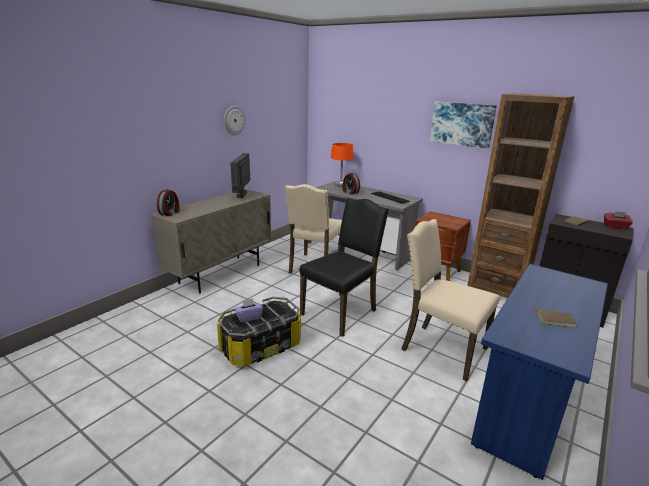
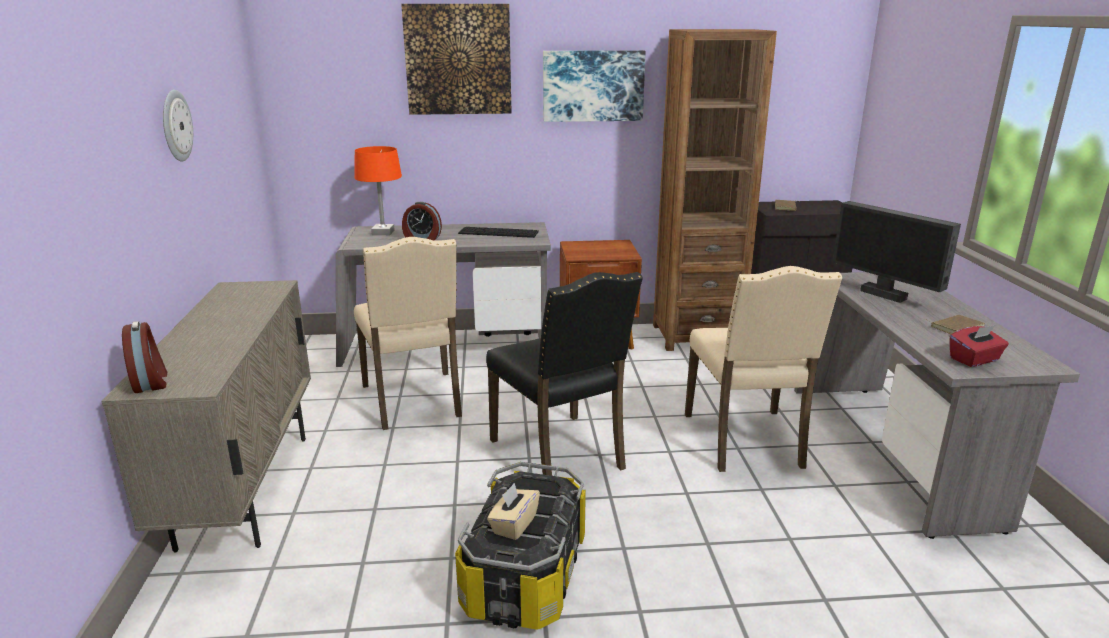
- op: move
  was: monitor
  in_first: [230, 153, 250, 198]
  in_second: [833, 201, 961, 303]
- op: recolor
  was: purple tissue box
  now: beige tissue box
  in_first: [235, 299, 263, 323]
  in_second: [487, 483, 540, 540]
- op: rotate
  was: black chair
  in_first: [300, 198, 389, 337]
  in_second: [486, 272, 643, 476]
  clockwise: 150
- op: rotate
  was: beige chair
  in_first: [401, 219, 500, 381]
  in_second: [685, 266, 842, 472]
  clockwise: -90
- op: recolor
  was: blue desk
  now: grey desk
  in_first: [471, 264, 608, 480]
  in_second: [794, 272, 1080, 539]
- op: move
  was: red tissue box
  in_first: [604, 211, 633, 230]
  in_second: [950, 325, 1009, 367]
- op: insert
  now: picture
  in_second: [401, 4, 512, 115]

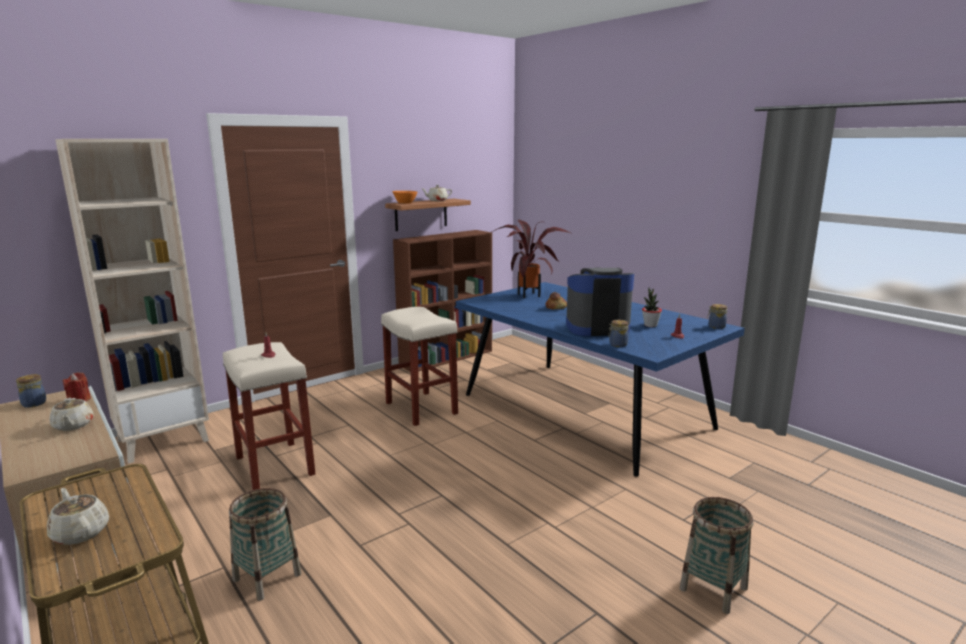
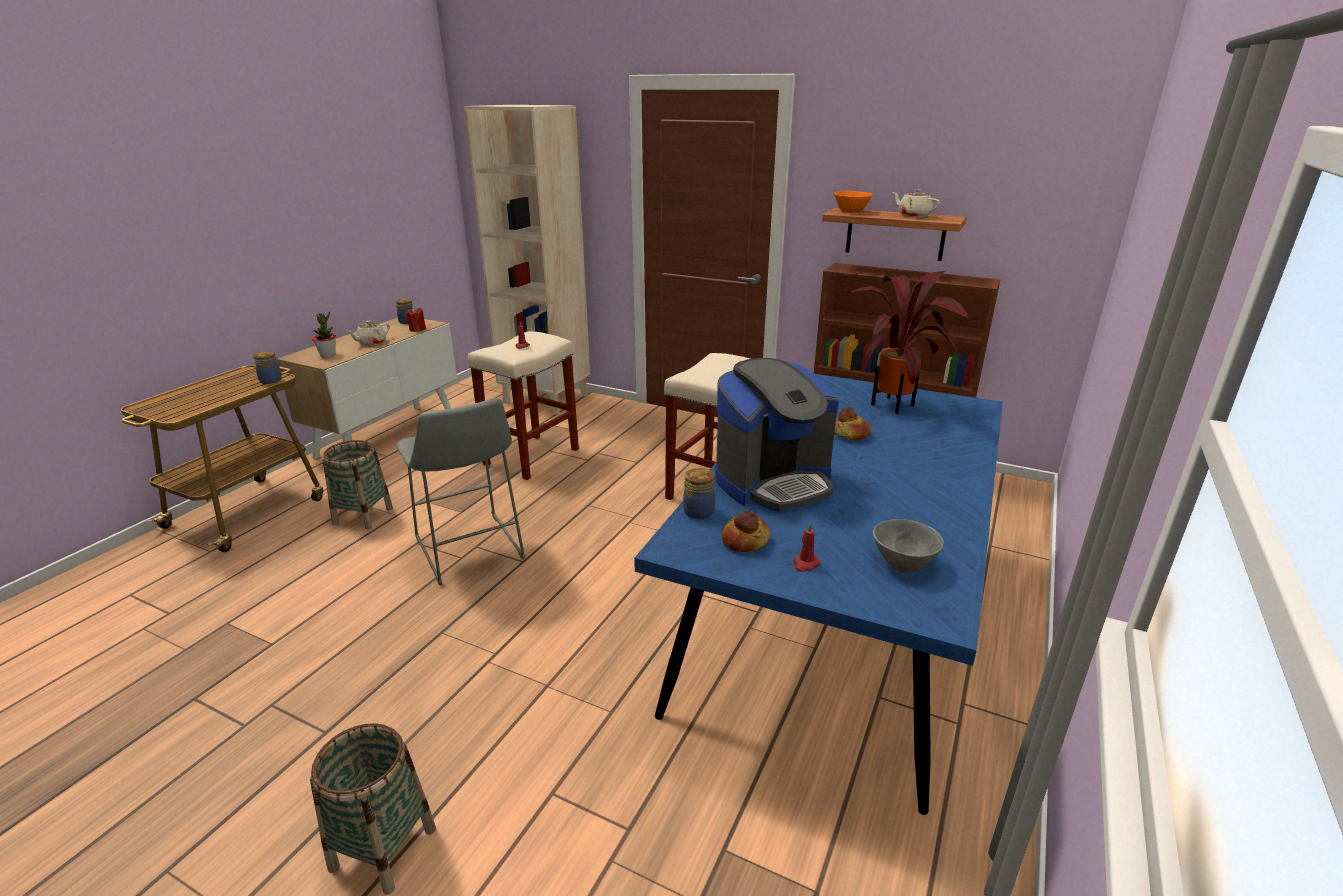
- op: delete
  was: beige teapot
  in_first: [47, 488, 109, 545]
- op: rotate
  was: coffee machine
  in_first: [566, 267, 634, 336]
  in_second: [715, 358, 839, 512]
  clockwise: 90
- op: move
  was: potted plant
  in_first: [642, 288, 662, 327]
  in_second: [312, 312, 336, 357]
- op: move
  was: jar
  in_first: [707, 304, 727, 329]
  in_second: [253, 351, 282, 384]
- op: insert
  now: grey stool
  in_second: [396, 398, 525, 585]
- op: insert
  now: bread
  in_second: [722, 510, 771, 552]
- op: insert
  now: grey bowl
  in_second: [873, 519, 944, 573]

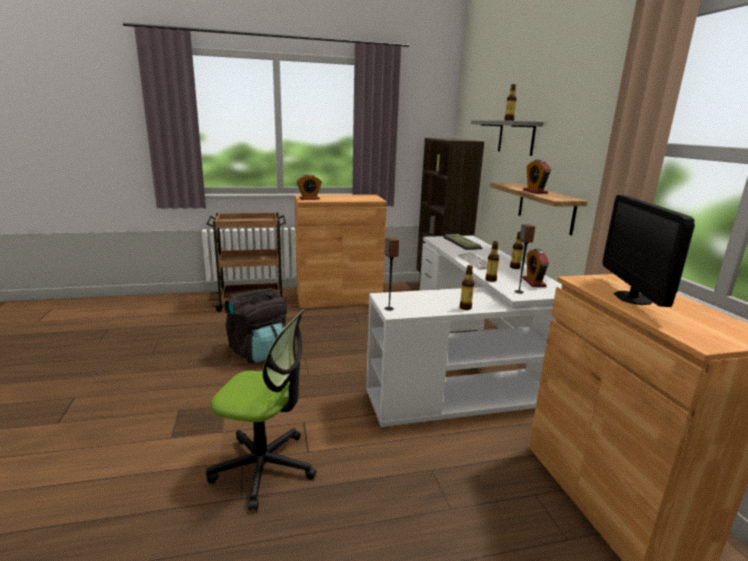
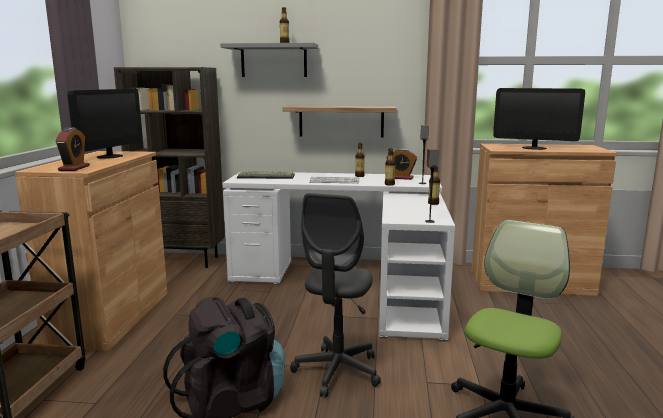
- op: delete
  was: alarm clock
  in_first: [523, 159, 551, 194]
- op: insert
  now: monitor
  in_second: [68, 89, 142, 159]
- op: insert
  now: grey office chair
  in_second: [290, 193, 381, 398]

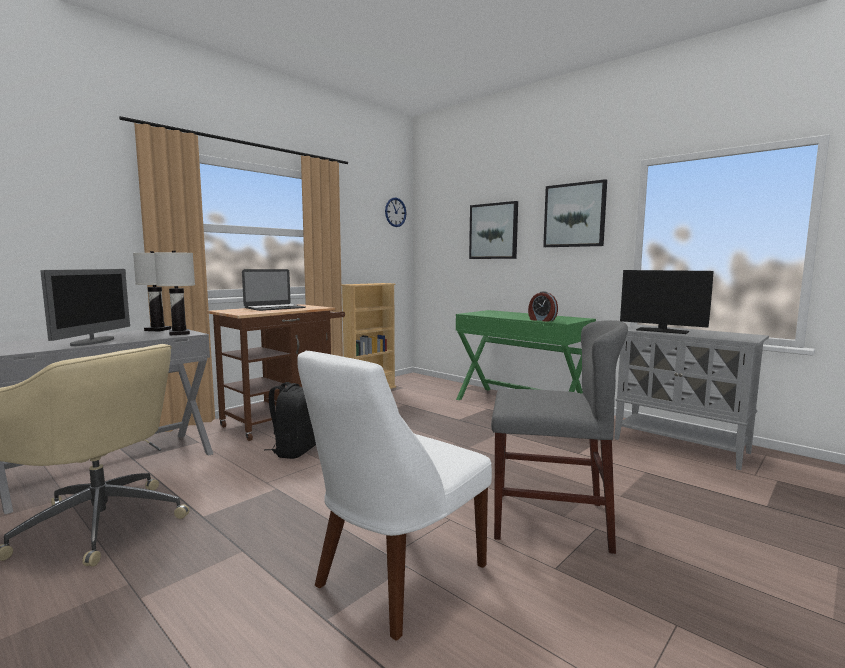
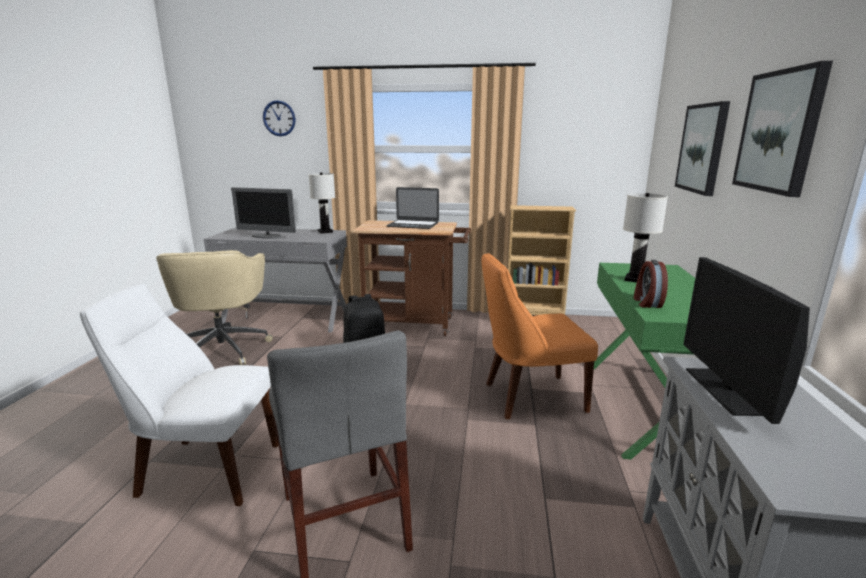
- op: rotate
  was: monitor
  in_first: [41, 269, 130, 346]
  in_second: [231, 187, 296, 238]
  clockwise: 45
- op: move
  was: white table lamp
  in_first: [154, 251, 195, 335]
  in_second: [623, 193, 668, 282]
- op: move
  was: wall clock
  in_first: [385, 198, 407, 227]
  in_second: [263, 100, 296, 136]
- op: insert
  now: orange chair
  in_second: [482, 253, 598, 419]

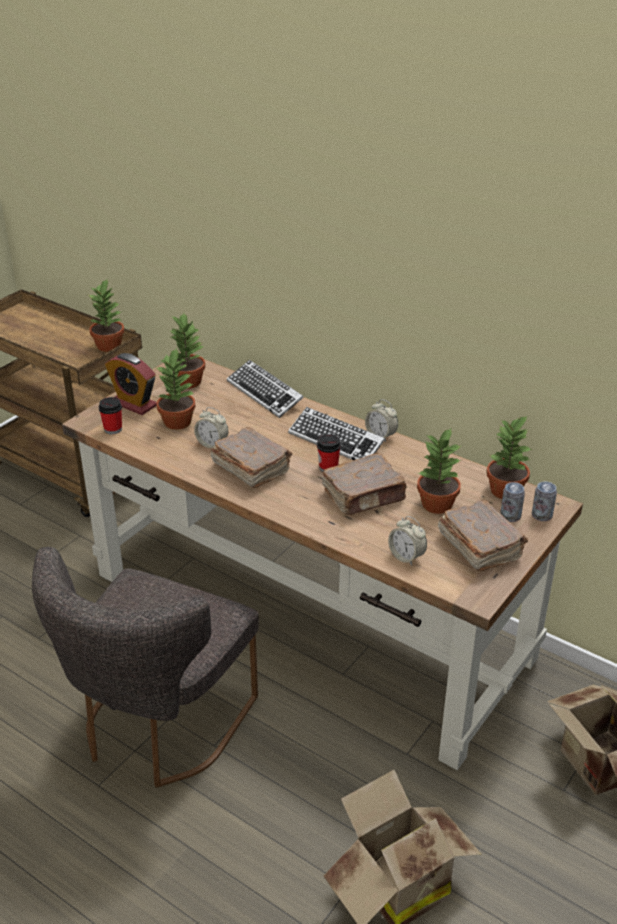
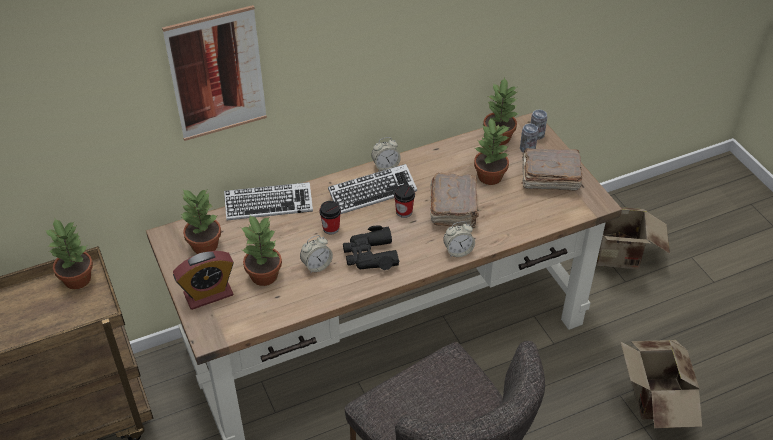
- op: move
  was: cup
  in_first: [99, 397, 122, 434]
  in_second: [319, 201, 341, 234]
- op: replace
  was: brown book
  now: black binoculars
  in_first: [211, 427, 292, 488]
  in_second: [343, 225, 399, 270]
- op: move
  was: alarm clock
  in_first: [388, 516, 427, 566]
  in_second: [443, 221, 475, 257]
- op: insert
  now: picture
  in_second: [162, 5, 267, 141]

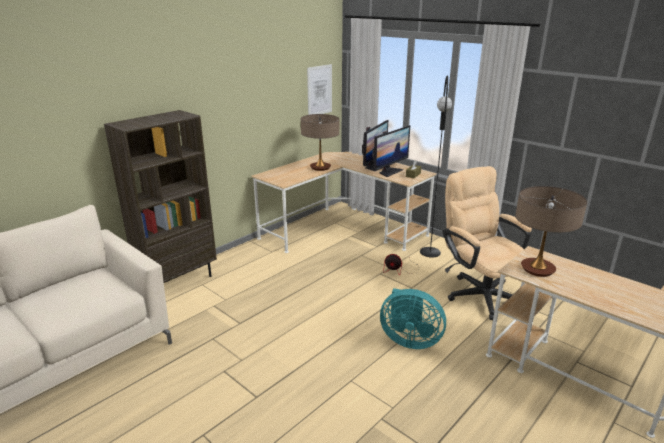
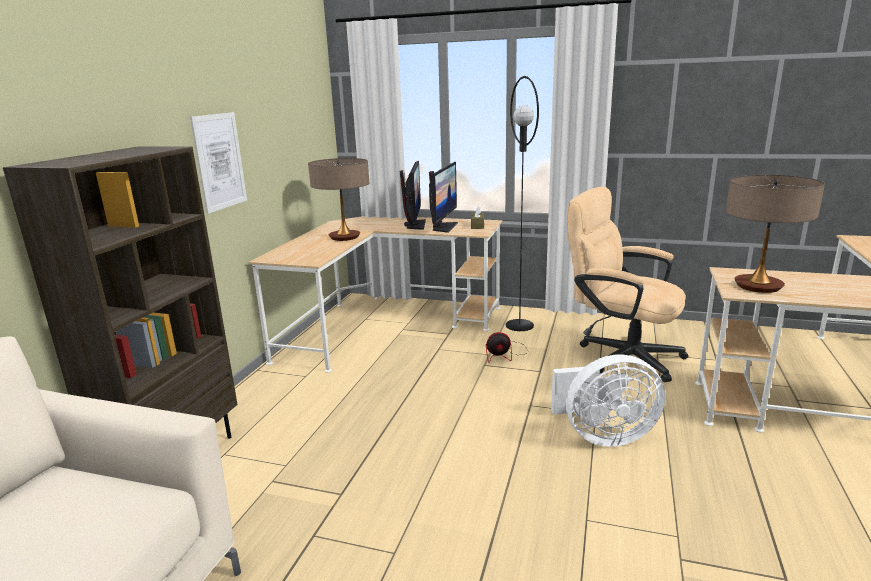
- op: move
  was: picture
  in_first: [307, 64, 332, 115]
  in_second: [190, 112, 247, 214]
- op: recolor
  was: turquoise fan
  now: white fan
  in_first: [380, 288, 446, 349]
  in_second: [551, 355, 665, 447]

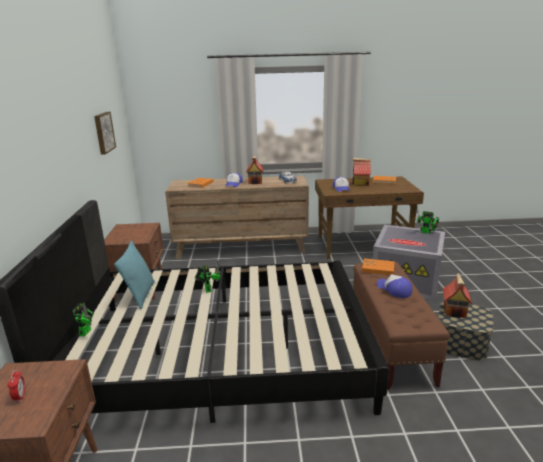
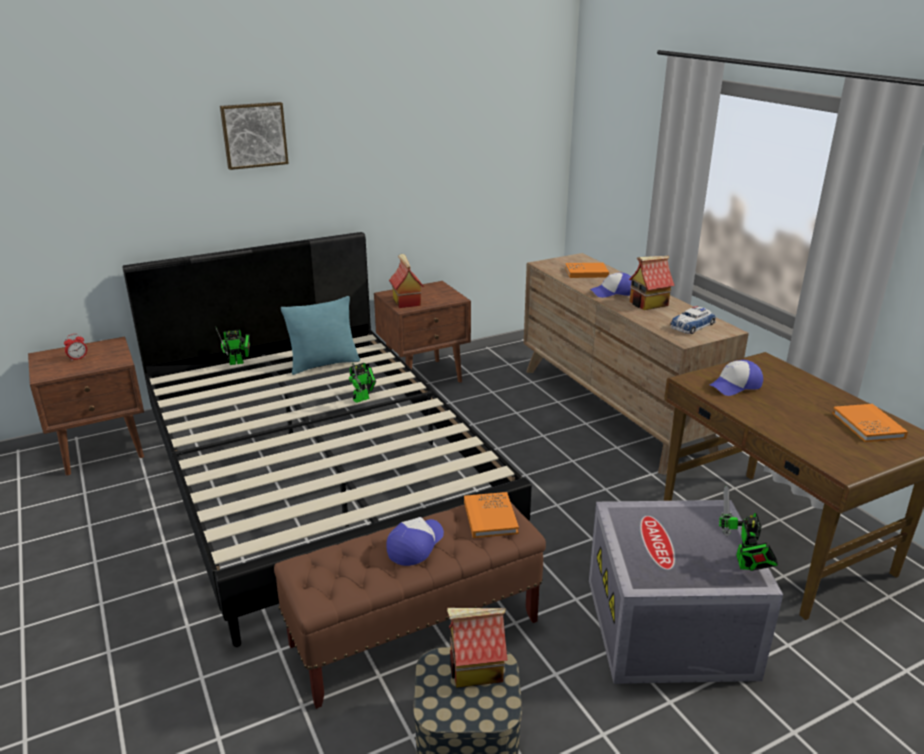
- op: move
  was: picture
  in_first: [94, 112, 116, 155]
  in_second: [220, 102, 289, 170]
- op: move
  was: toy house
  in_first: [352, 158, 372, 186]
  in_second: [389, 254, 424, 308]

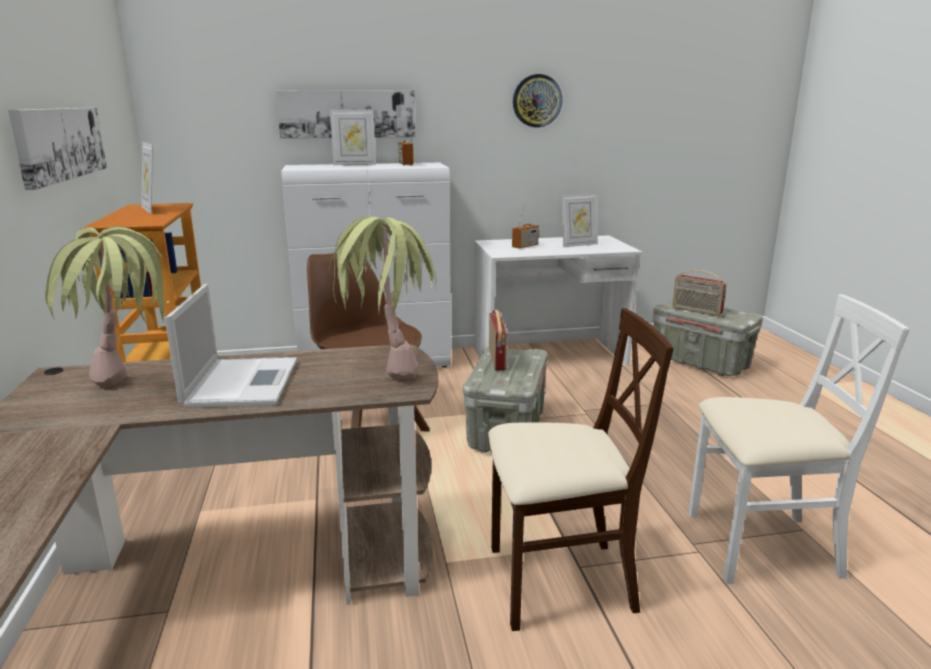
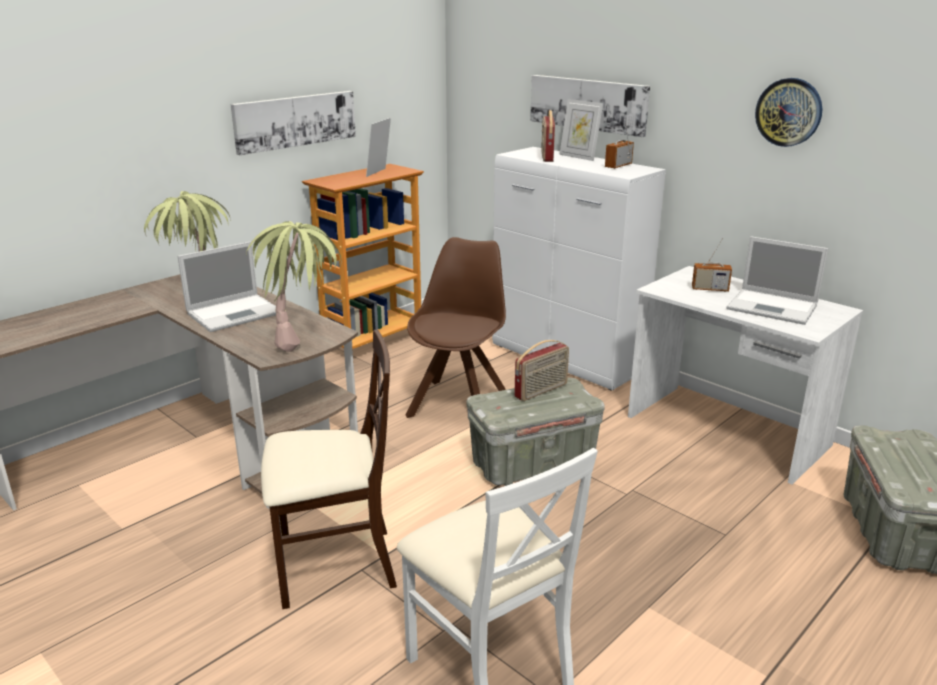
- op: rotate
  was: beige chair
  in_first: [488, 308, 674, 631]
  in_second: [261, 330, 397, 609]
  clockwise: -60
- op: replace
  was: picture frame
  now: laptop
  in_first: [561, 193, 598, 247]
  in_second: [727, 236, 828, 325]
- op: move
  was: radio
  in_first: [672, 270, 727, 316]
  in_second: [541, 110, 555, 162]

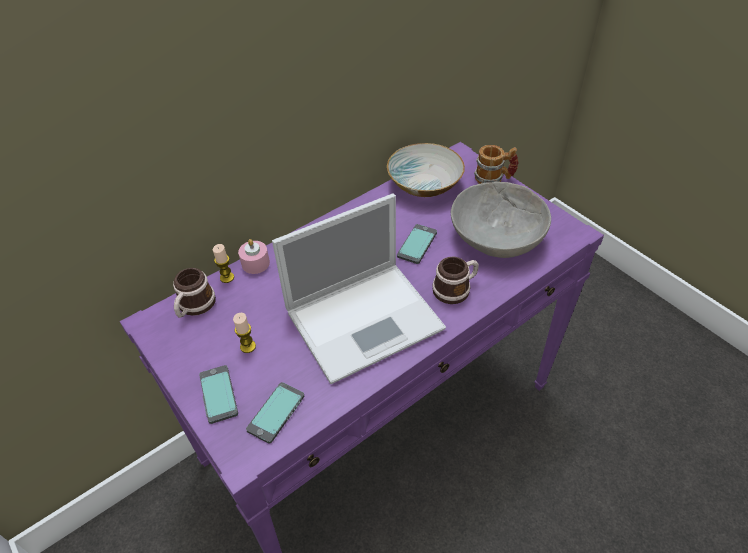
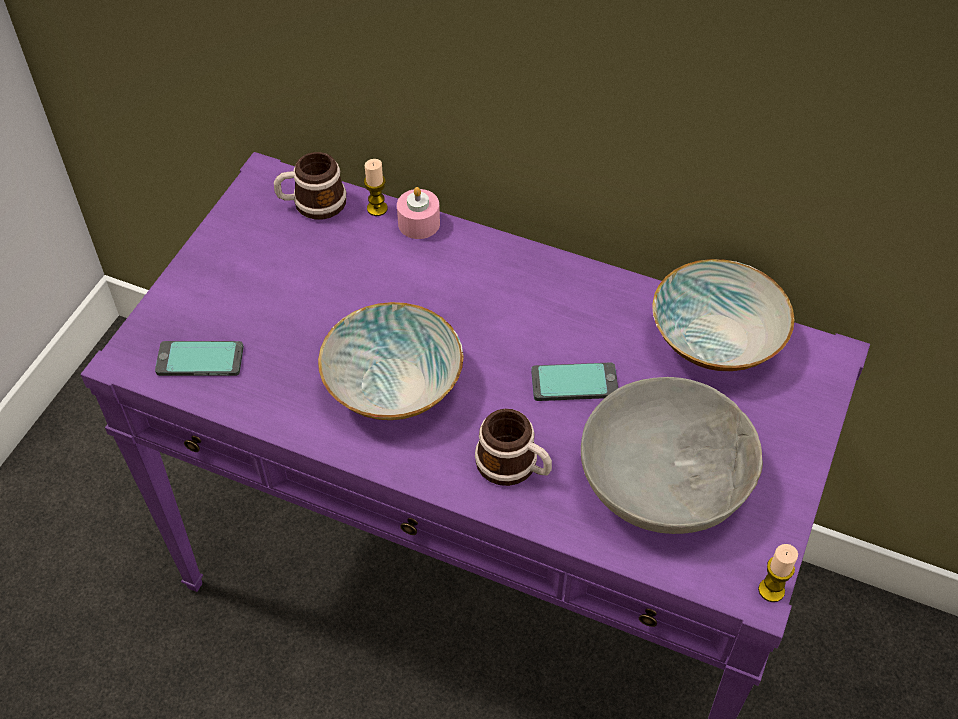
- op: delete
  was: phone
  in_first: [199, 365, 238, 424]
- op: move
  was: candle
  in_first: [233, 313, 256, 353]
  in_second: [758, 544, 798, 602]
- op: replace
  was: laptop
  now: bowl
  in_first: [272, 194, 446, 384]
  in_second: [318, 302, 464, 420]
- op: delete
  was: mug
  in_first: [474, 145, 519, 184]

